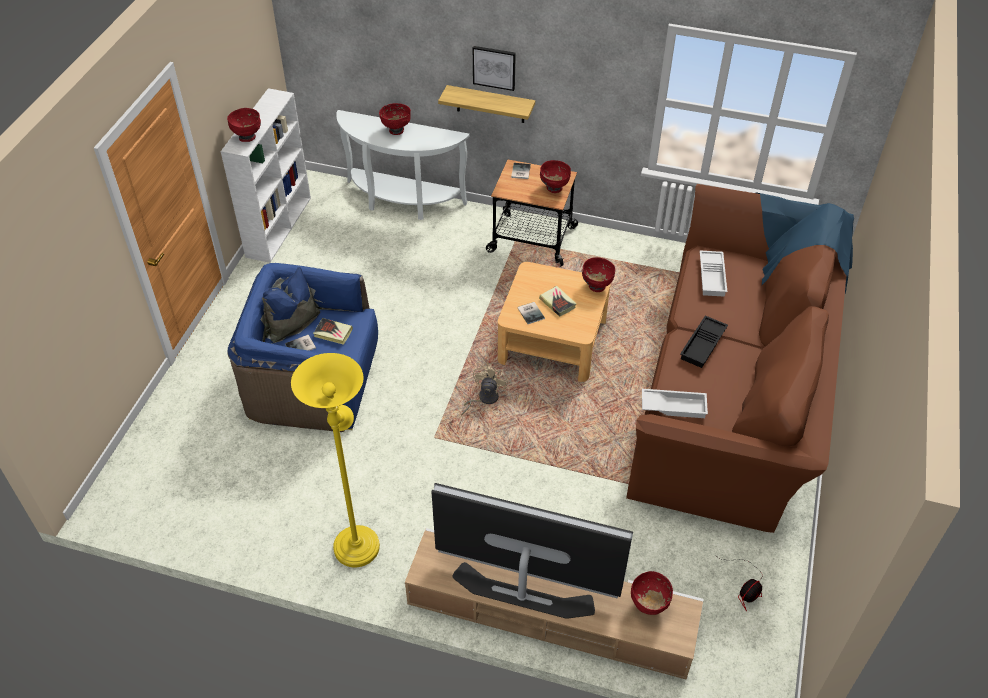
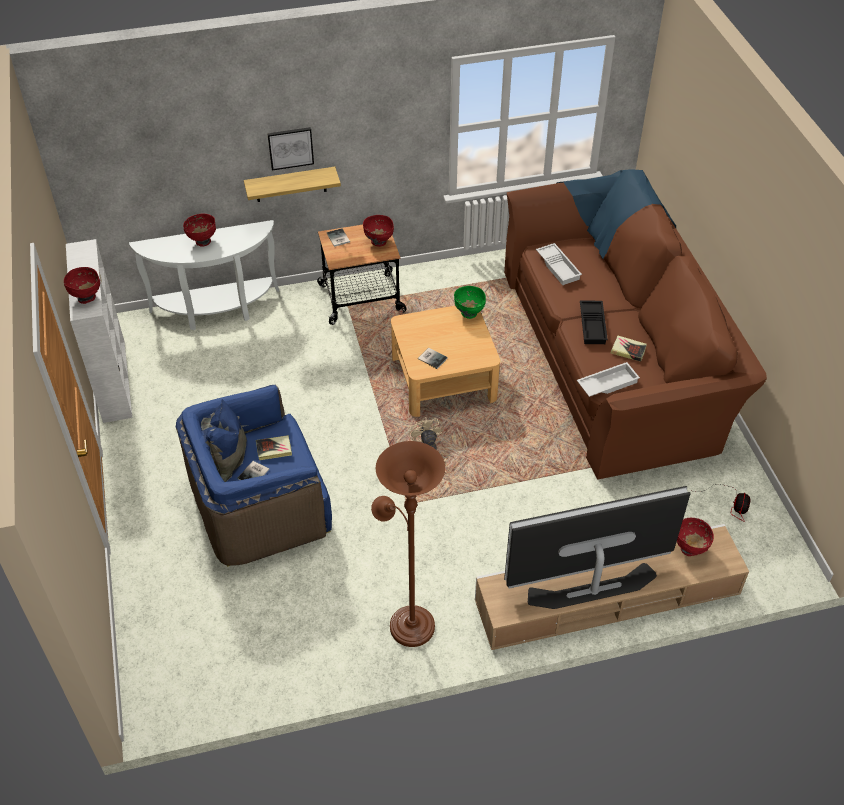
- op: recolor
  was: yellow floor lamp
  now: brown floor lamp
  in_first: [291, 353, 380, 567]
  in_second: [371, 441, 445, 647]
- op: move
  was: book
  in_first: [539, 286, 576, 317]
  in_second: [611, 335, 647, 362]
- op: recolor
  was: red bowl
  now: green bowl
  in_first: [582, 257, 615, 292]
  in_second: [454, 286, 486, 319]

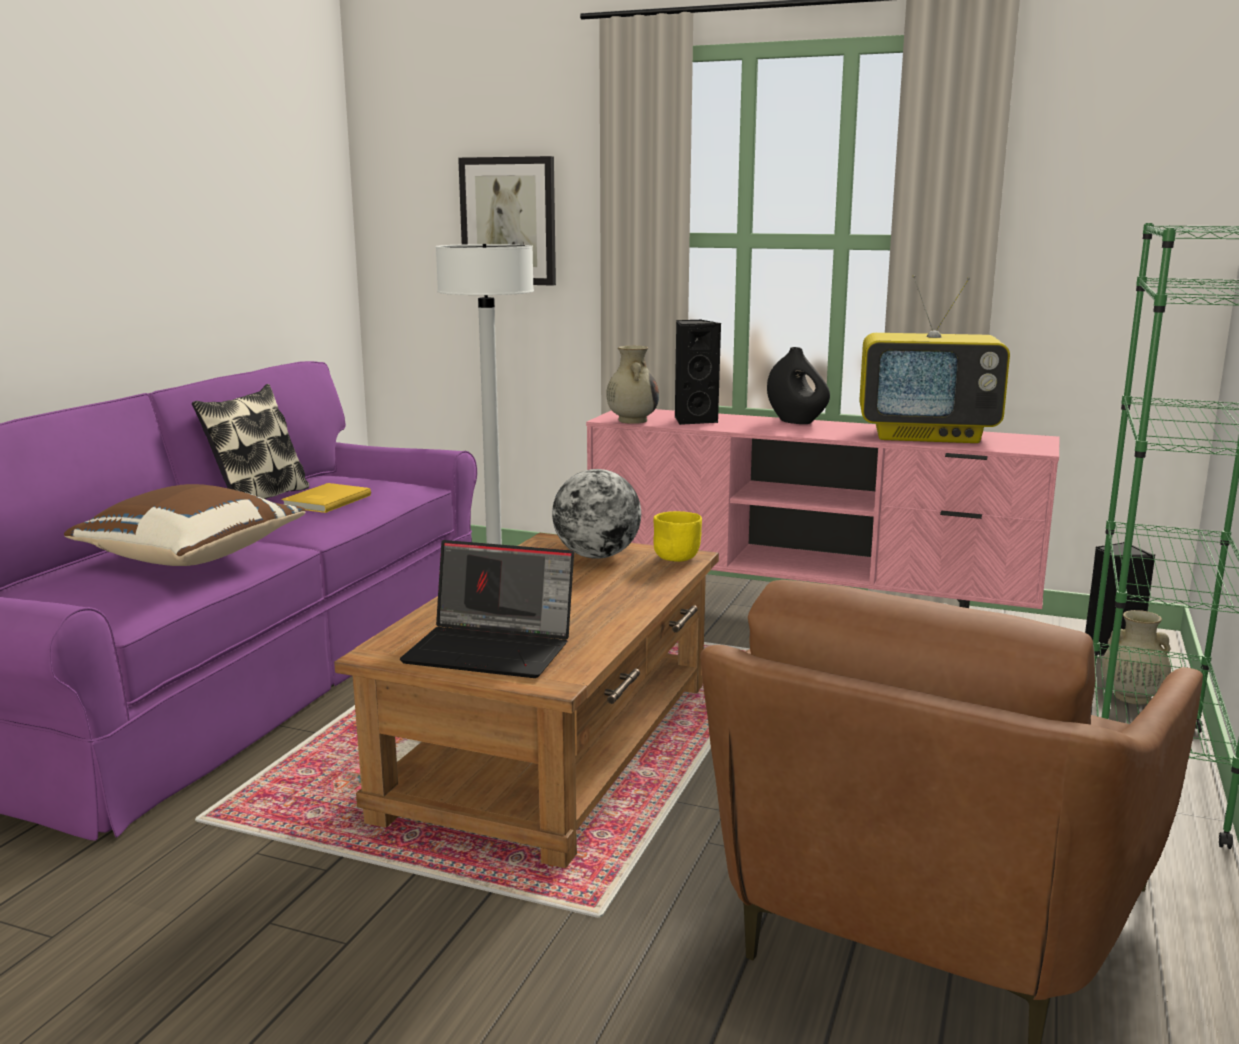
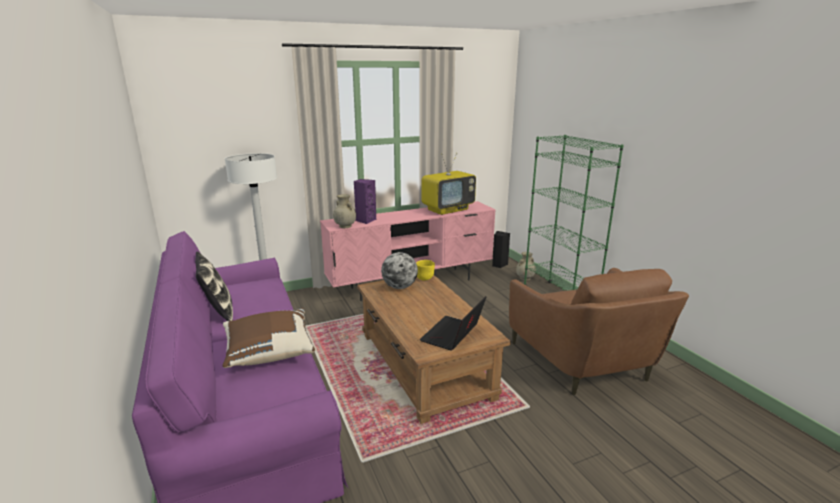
- op: delete
  was: yellow book
  in_first: [281, 483, 371, 513]
- op: rotate
  was: laptop
  in_first: [400, 540, 574, 678]
  in_second: [420, 296, 486, 351]
  clockwise: 150
- op: delete
  was: picture
  in_first: [458, 156, 556, 286]
- op: recolor
  was: black speaker
  now: purple speaker
  in_first: [675, 320, 721, 425]
  in_second: [354, 179, 376, 224]
- op: delete
  was: black vase
  in_first: [767, 347, 830, 424]

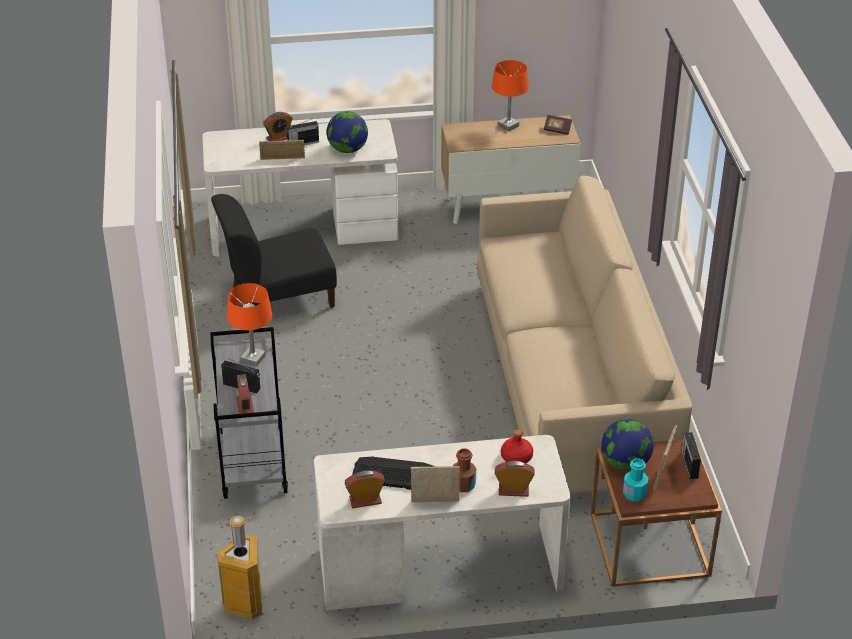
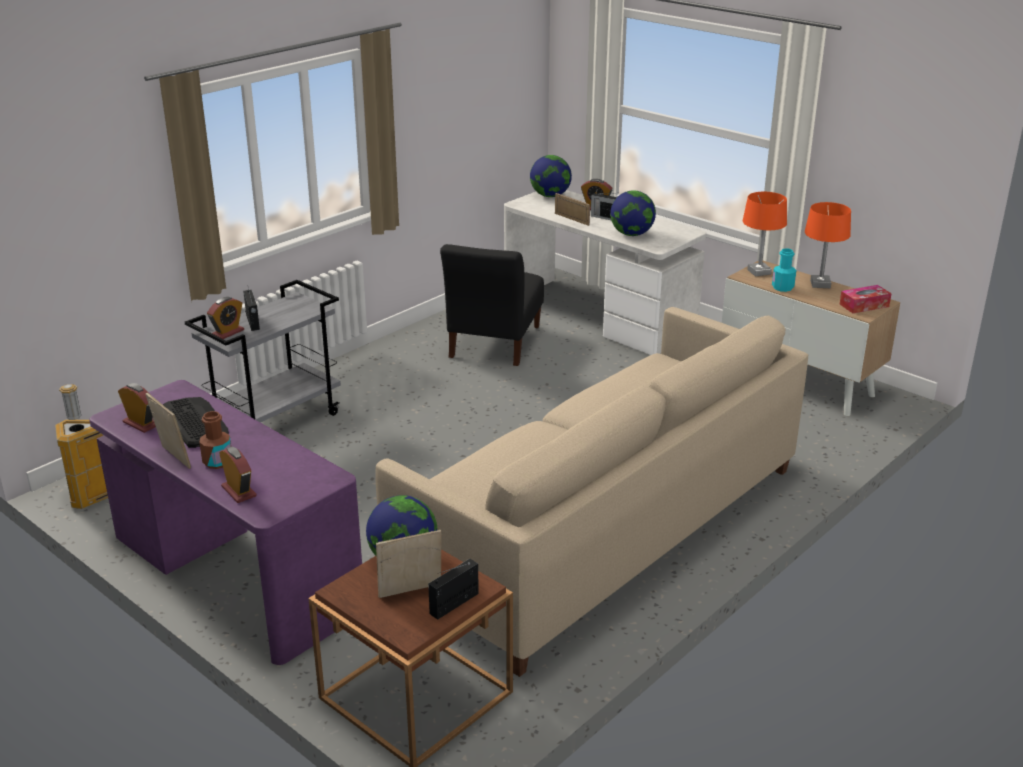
- op: rotate
  was: black chair
  in_first: [211, 194, 337, 308]
  in_second: [440, 244, 544, 366]
  clockwise: -105
- op: move
  was: orange table lamp
  in_first: [227, 283, 272, 366]
  in_second: [743, 192, 787, 277]
- op: recolor
  was: white desk
  now: purple desk
  in_first: [314, 435, 571, 610]
  in_second: [89, 380, 362, 665]
- op: delete
  was: red bottle
  in_first: [501, 429, 533, 463]
- op: replace
  was: book
  now: tissue box
  in_first: [544, 115, 572, 135]
  in_second: [840, 285, 892, 313]
- op: move
  was: turquoise bottle
  in_first: [623, 458, 648, 501]
  in_second: [772, 248, 796, 292]
- op: insert
  now: globe
  in_second: [530, 155, 572, 197]

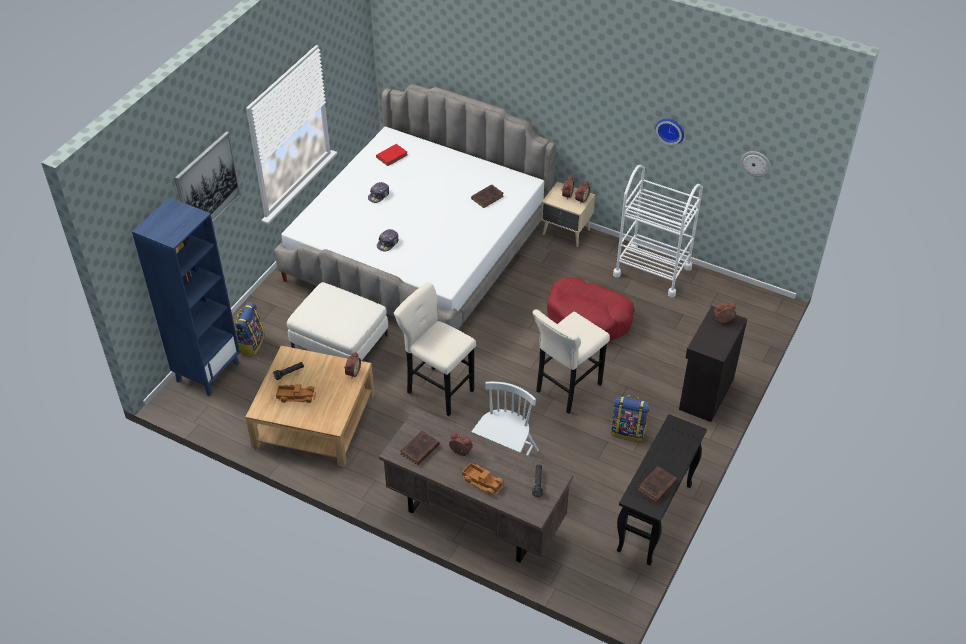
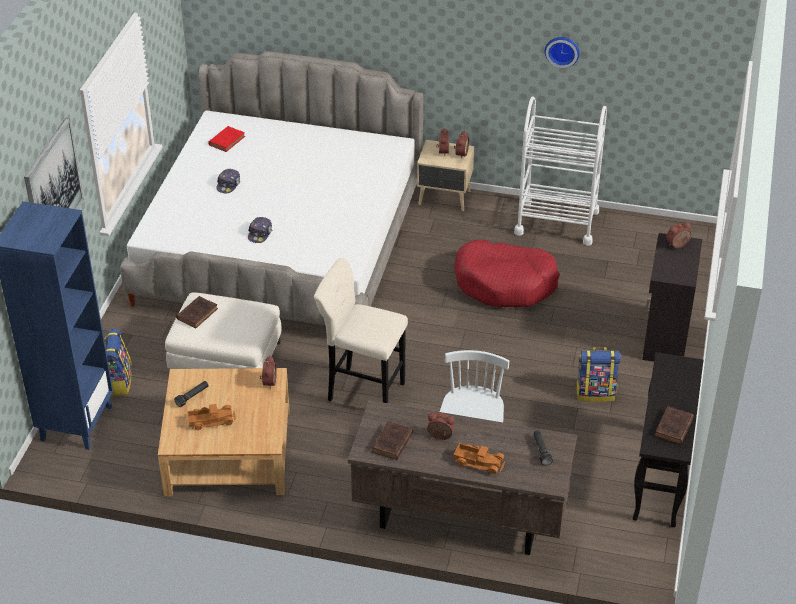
- op: move
  was: brown book
  in_first: [471, 184, 504, 208]
  in_second: [176, 296, 218, 328]
- op: delete
  was: beige stool
  in_first: [532, 309, 610, 414]
- op: delete
  was: wall clock
  in_first: [741, 151, 771, 177]

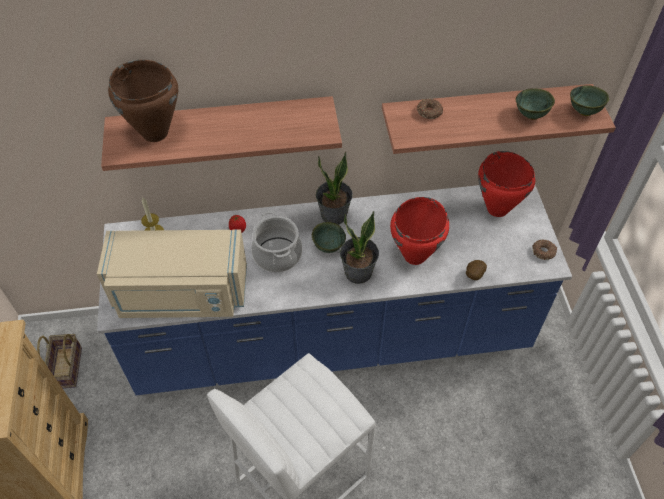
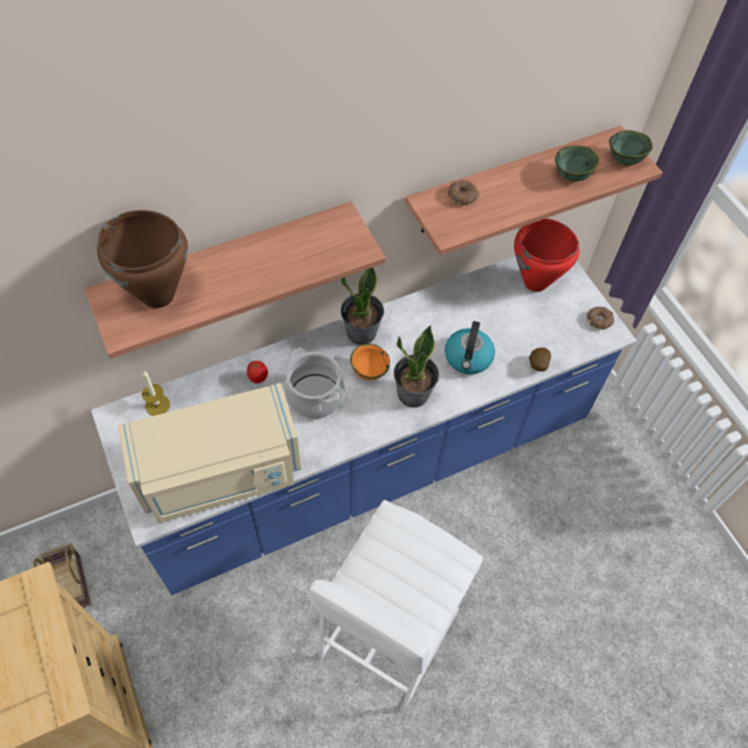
- op: recolor
  was: green bowl
  now: orange bowl
  in_first: [312, 222, 346, 253]
  in_second: [350, 344, 390, 380]
- op: replace
  was: red cooking pot
  now: kettle
  in_first: [390, 197, 449, 265]
  in_second: [445, 321, 495, 374]

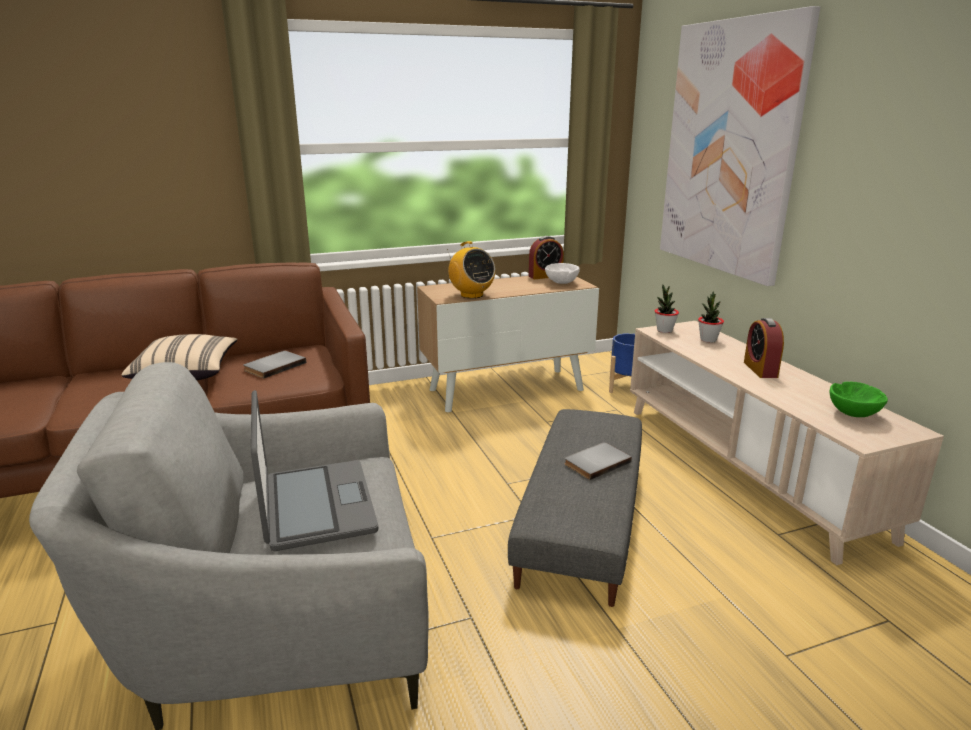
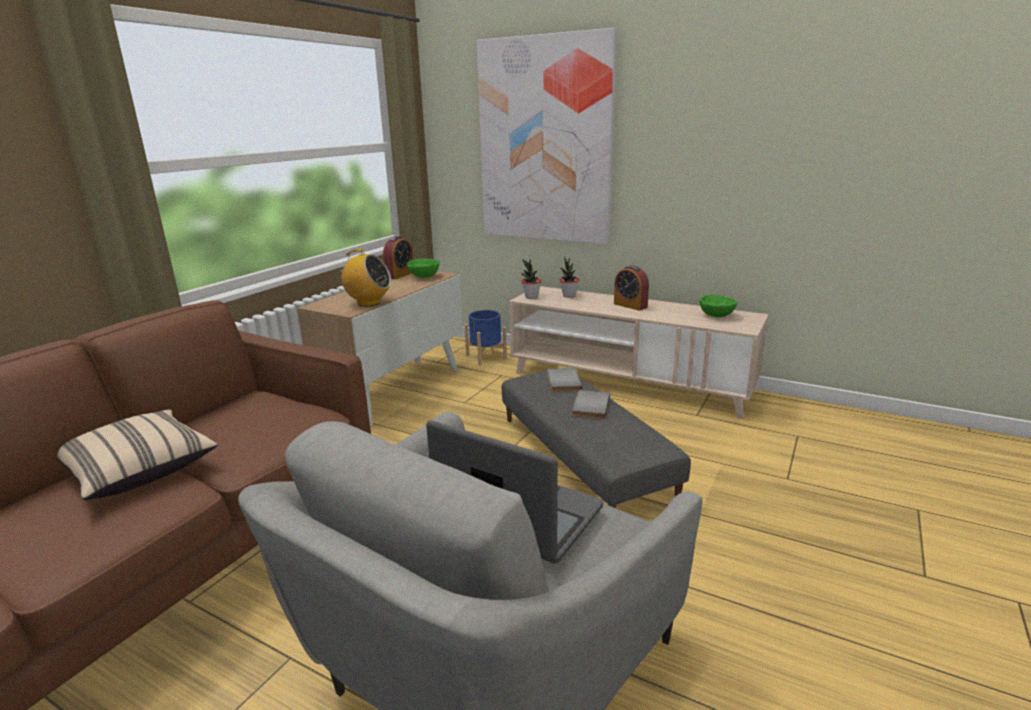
- op: move
  was: grey book
  in_first: [243, 351, 306, 379]
  in_second: [547, 368, 582, 392]
- op: recolor
  was: white bowl
  now: green bowl
  in_first: [545, 263, 580, 284]
  in_second: [407, 259, 440, 278]

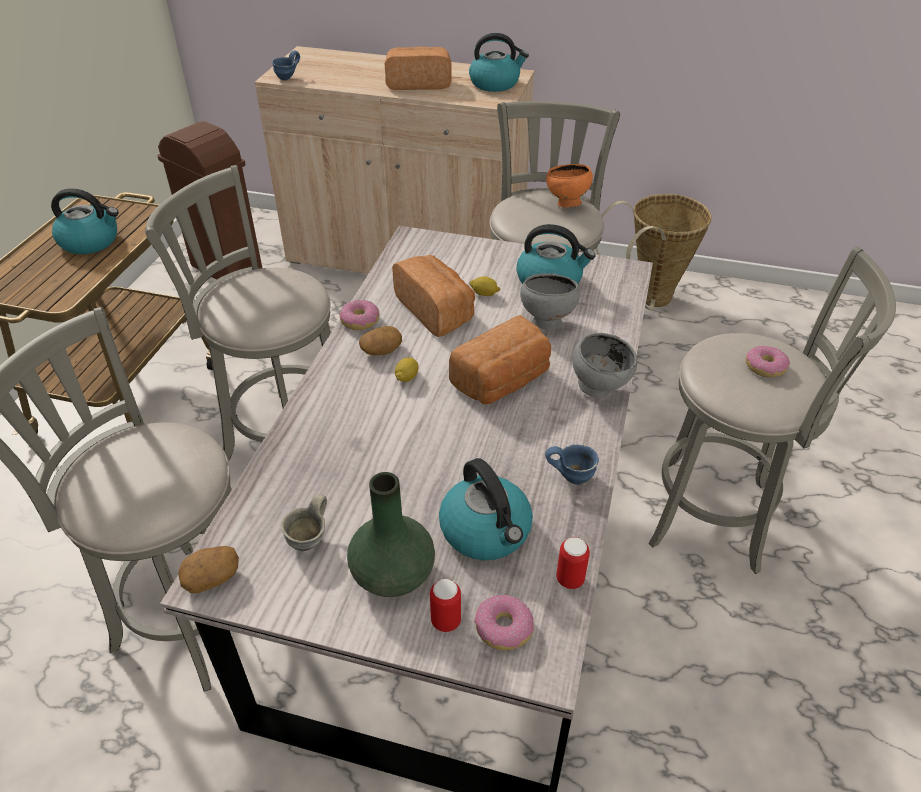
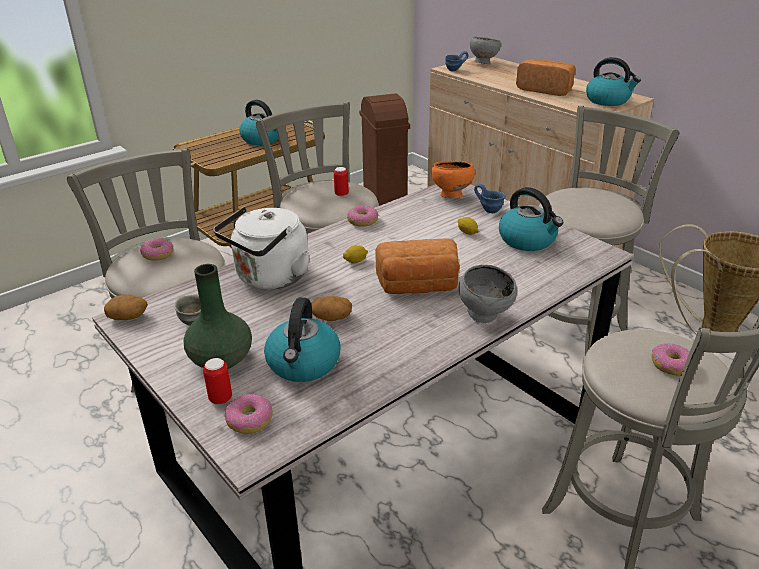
- op: move
  was: potato
  in_first: [359, 326, 402, 356]
  in_second: [311, 296, 352, 321]
- op: delete
  was: bread
  in_first: [392, 255, 475, 337]
- op: move
  was: grey bowl
  in_first: [520, 273, 580, 330]
  in_second: [470, 37, 501, 64]
- op: move
  was: blue mug
  in_first: [545, 444, 599, 485]
  in_second: [474, 184, 505, 213]
- op: move
  was: orange bowl
  in_first: [546, 164, 593, 208]
  in_second: [431, 161, 475, 198]
- op: move
  was: can
  in_first: [556, 537, 590, 589]
  in_second: [334, 167, 349, 196]
- op: insert
  now: donut
  in_second: [140, 238, 173, 260]
- op: insert
  now: white kettle
  in_second: [213, 206, 309, 290]

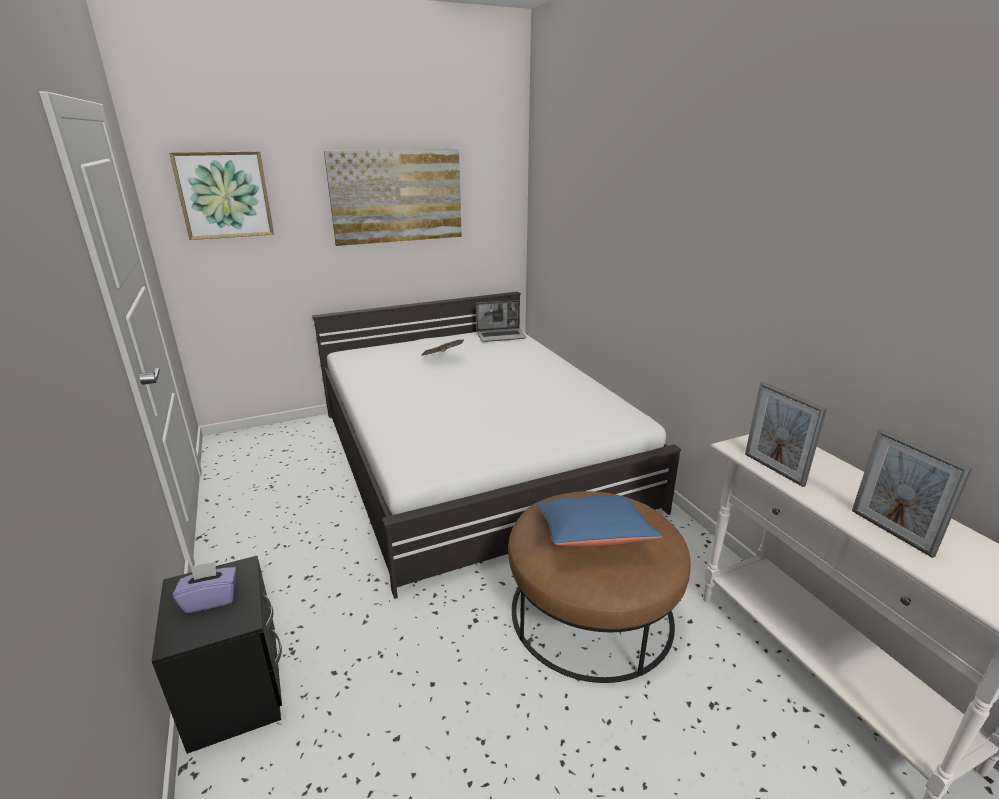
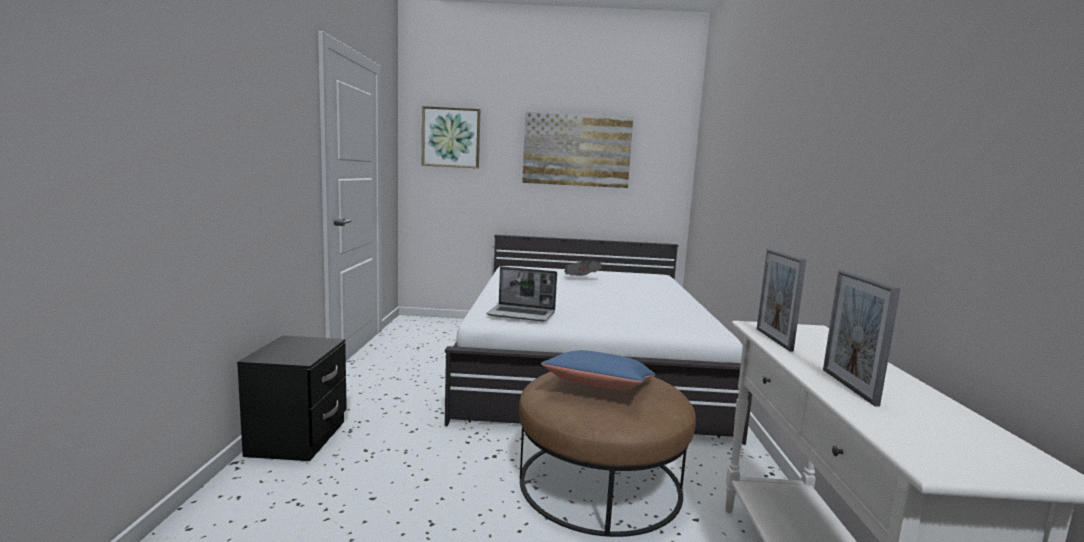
- op: delete
  was: purple tissue box
  in_first: [173, 562, 237, 613]
- op: move
  was: laptop
  in_first: [476, 300, 526, 342]
  in_second: [486, 266, 557, 322]

